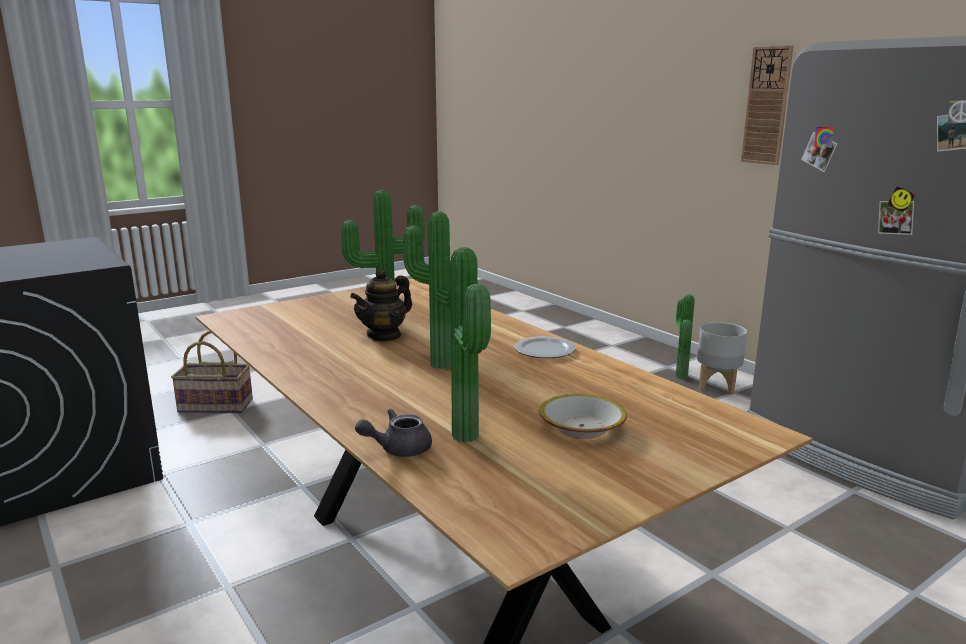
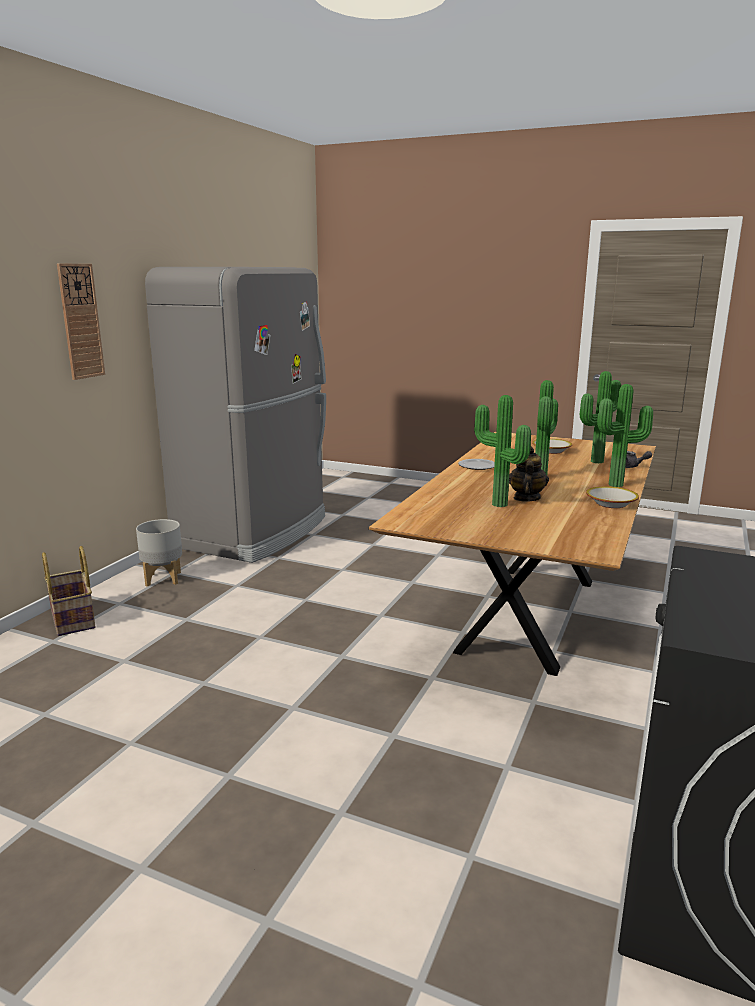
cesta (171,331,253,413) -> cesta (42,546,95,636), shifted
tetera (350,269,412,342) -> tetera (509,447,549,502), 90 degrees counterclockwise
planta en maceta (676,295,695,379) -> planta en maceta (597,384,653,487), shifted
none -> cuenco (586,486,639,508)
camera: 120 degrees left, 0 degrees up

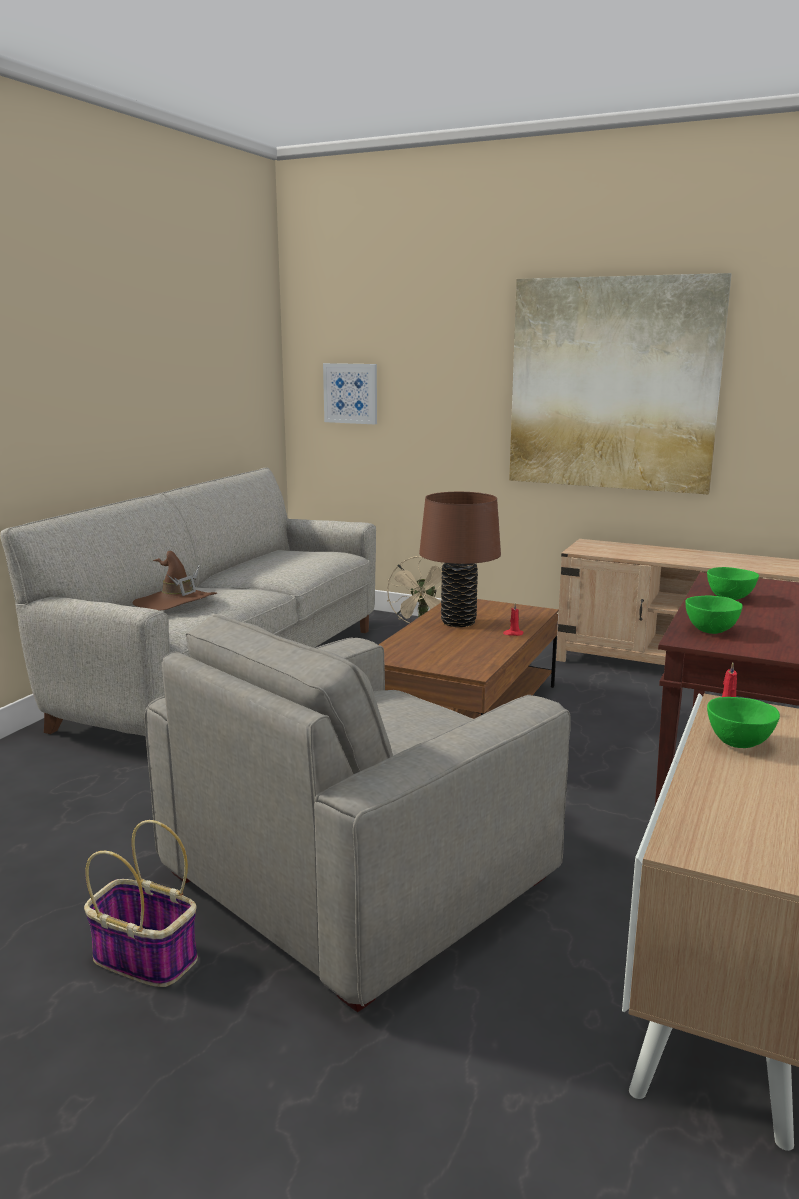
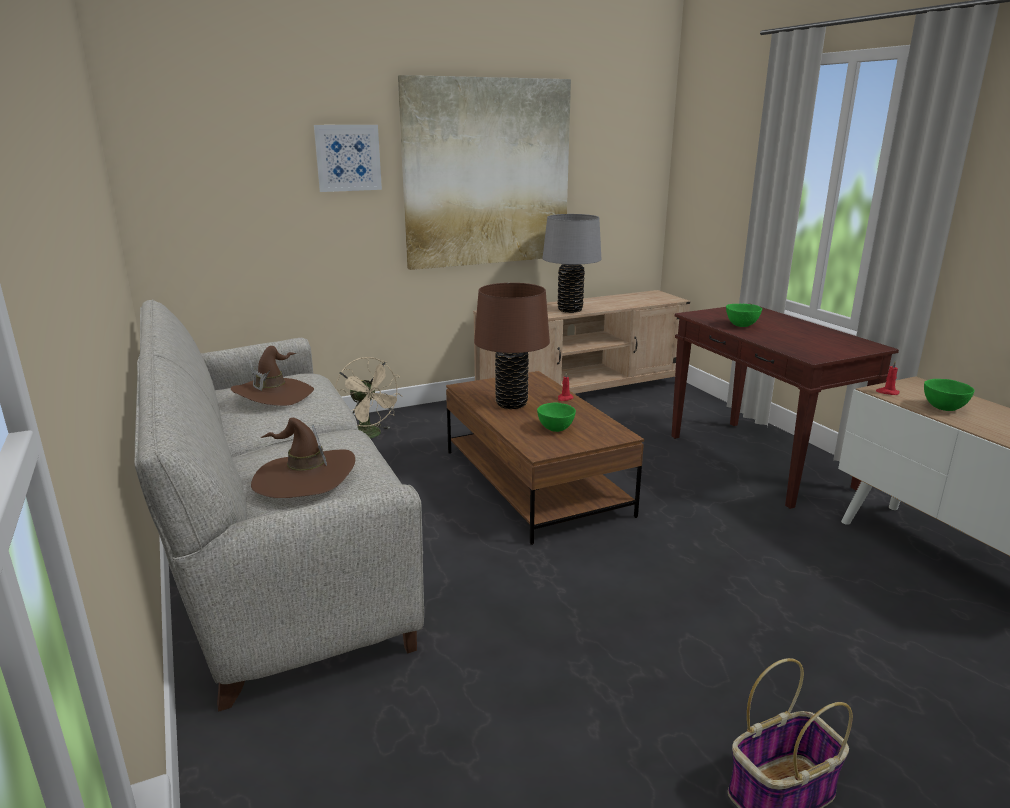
sillón (gris) (145,614,571,1012) -> none
cuadro (323,363,377,424) -> cuadro (314,125,382,192), shifted
cuenco (verde) (685,595,743,634) -> cuenco (verde) (537,403,576,432), shifted
none -> sombrero (marrón) (231,346,314,406)
none -> lámpara de mesa (gris) (542,214,602,313)
camera: 50 degrees left, 5 degrees up

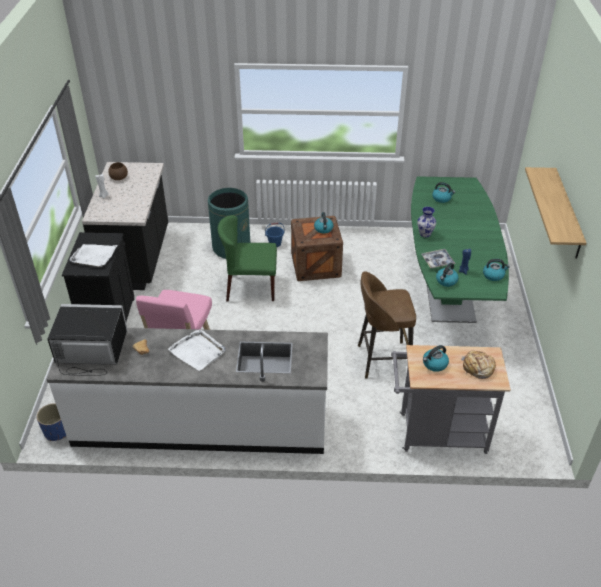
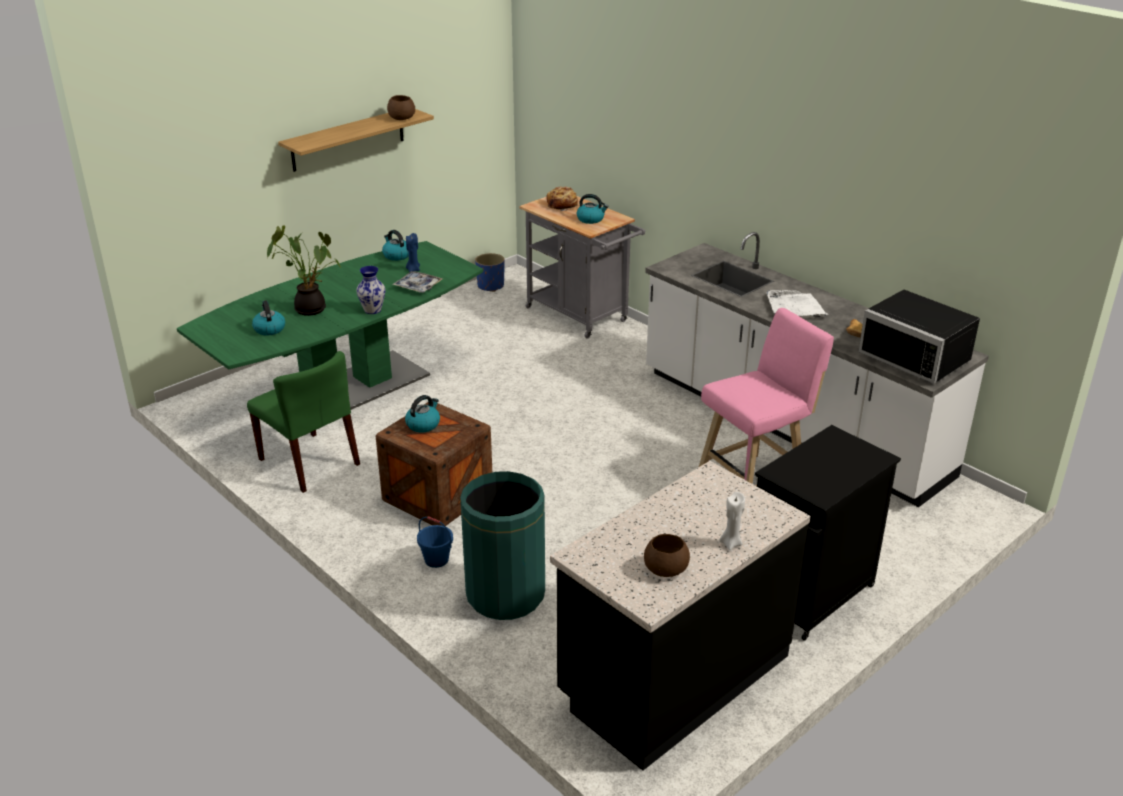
maceta (azul) (37,403,66,441) -> maceta (azul) (475,253,505,292), shifted
bandeja (blanco) (69,244,118,267) -> none
silla (verde) (218,215,277,301) -> silla (verde) (247,351,360,493), shifted
taburete (marrón) (358,271,416,379) -> none
hervidor (436,263,459,287) -> none
none -> planta en maceta (267,225,341,316)
none -> cuenco (marrón) (387,95,415,120)
camera: 135 degrees left, 10 degrees down

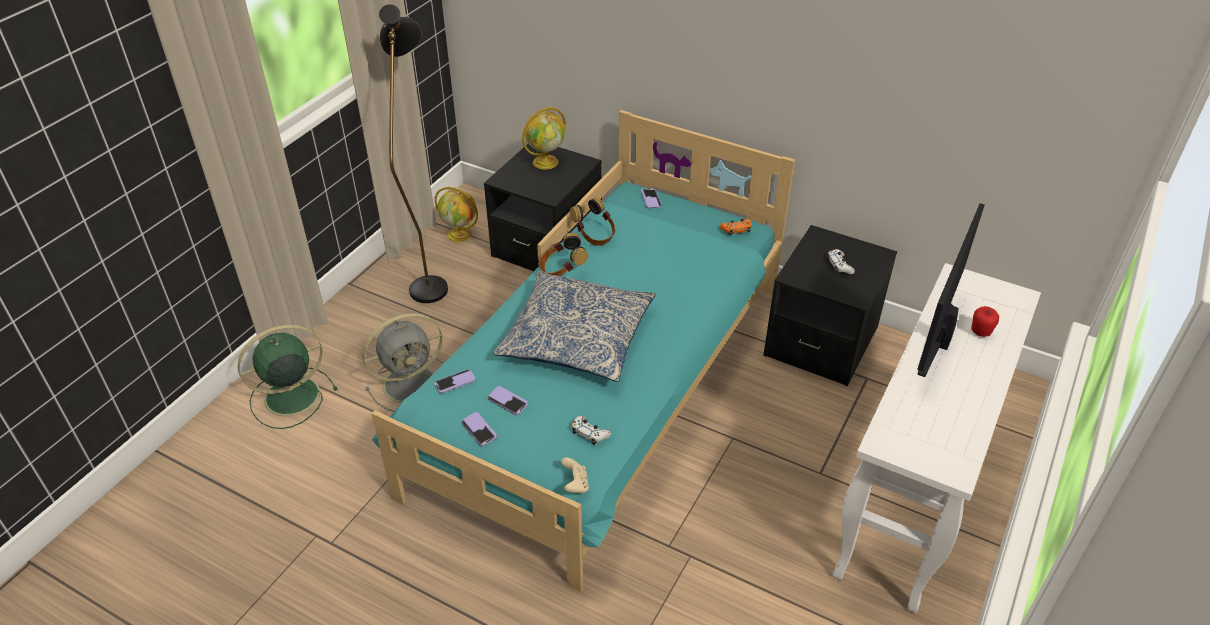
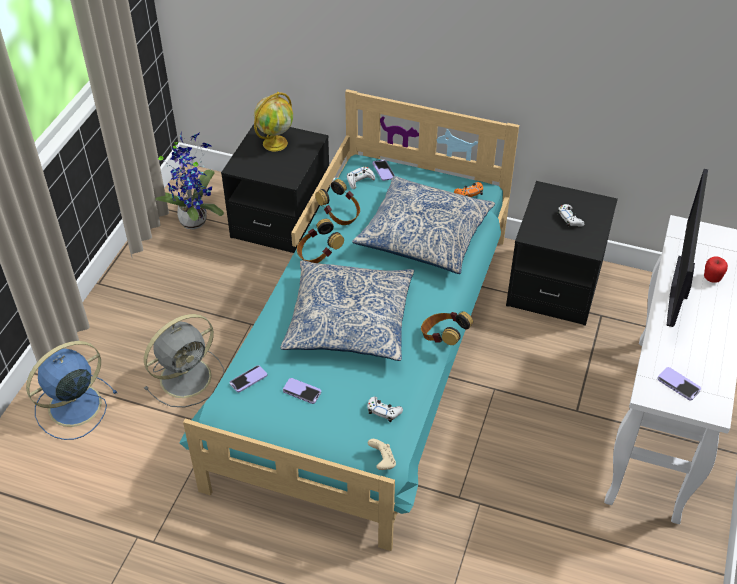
ventilador (verde) (238,325,338,429) -> ventilador (azul) (26,341,117,440)
lámpara de pie (negro) (379,4,448,303) -> none
globo terráqueo (435,187,478,242) -> planta en maceta (155,132,224,229)
móvil (461,412,497,447) -> móvil (657,367,701,401), shifted
none -> mando de consola (blanco) (347,167,375,189)
none -> cojín (352,176,495,274)
none -> auriculares (421,311,473,345)
camera: 10 degrees left, 5 degrees up

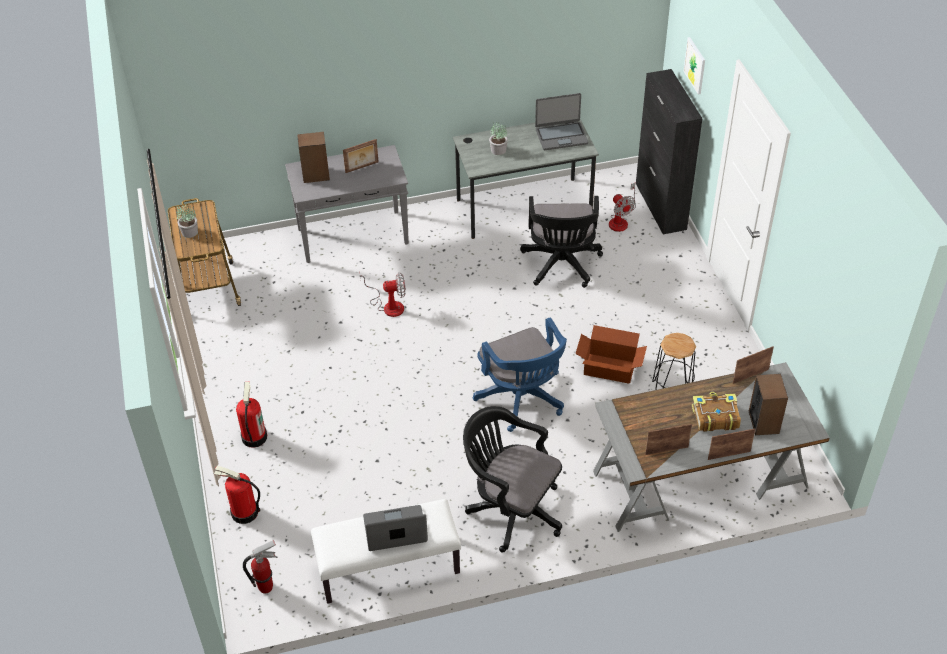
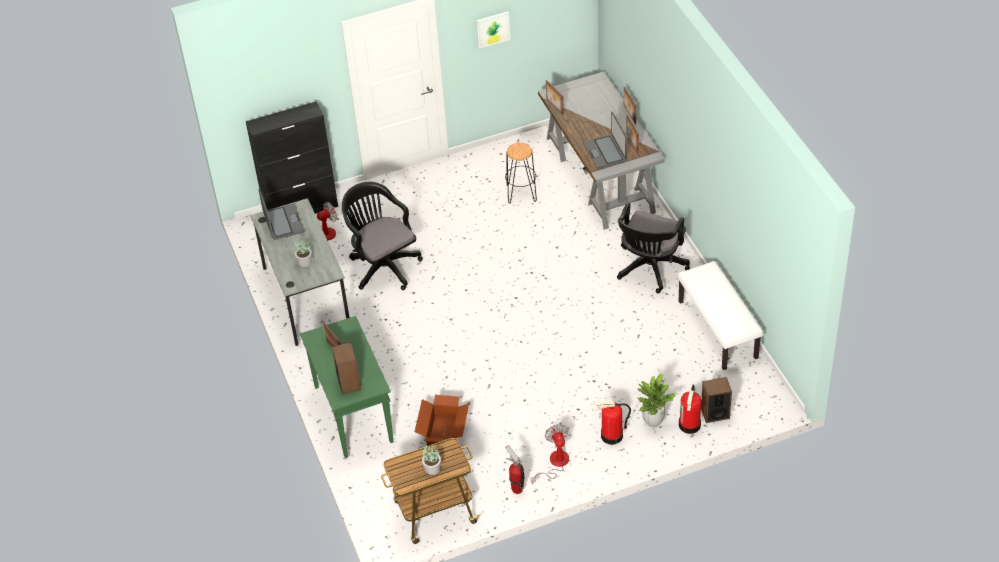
extintor (243,540,277,594) -> extintor (505,445,525,494), shifted
mesa consola (gris) (285,145,409,263) -> mesa consola (verde) (300,316,394,458)
ventilador (359,271,406,317) -> ventilador (531,424,569,485), shifted
portátil (363,505,428,551) -> portátil (583,112,627,169), shifted
silla de oficina (azul) (473,318,567,432) -> none
silla de oficina (negro) (520,196,603,288) -> silla de oficina (negro) (342,182,423,290), 120 degrees counterclockwise
caja de cartón (575,325,647,384) -> caja de cartón (415,395,469,446), shifted
cuadro (683,37,705,95) -> cuadro (476,12,510,48), shifted
libro (692,392,741,432) -> none
altavoz (749,374,788,435) -> altavoz (701,377,732,423), shifted
none -> planta en maceta (637,374,676,427)
camera: 95 degrees left, 0 degrees up

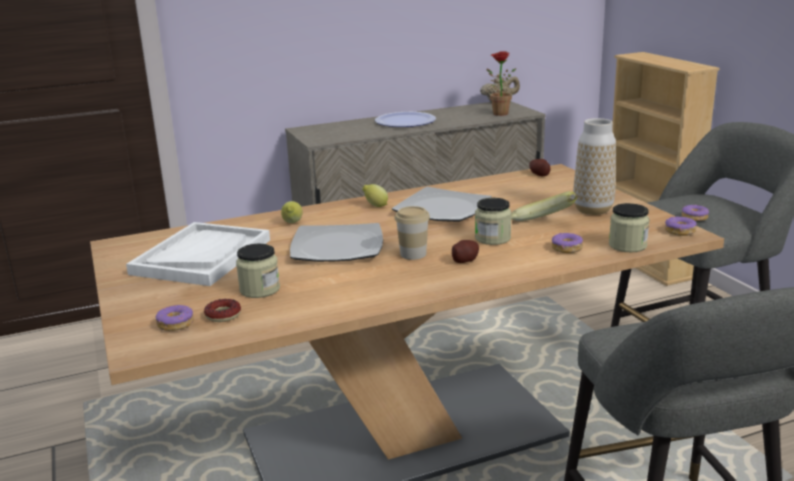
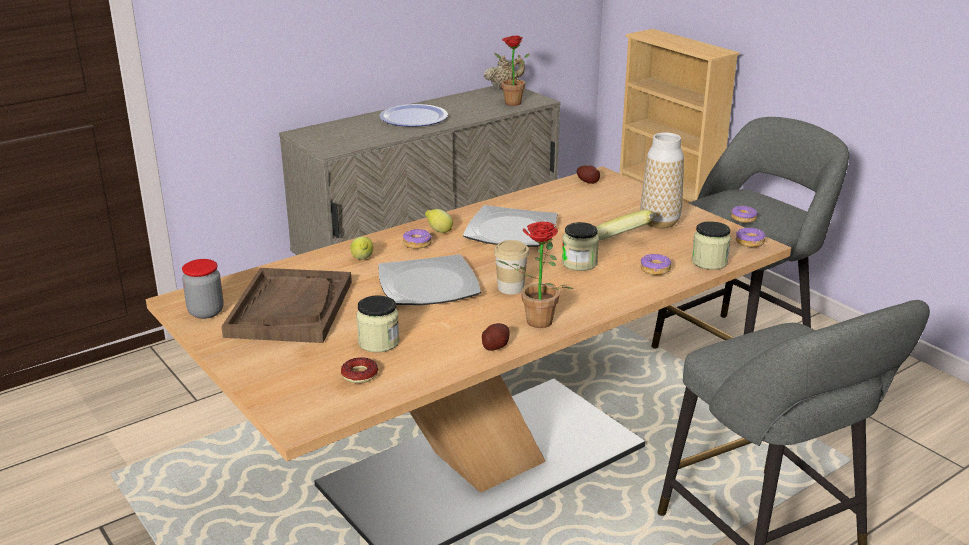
bandeja (blanco) (126,222,270,286) -> bandeja (marrón) (221,268,352,343)
rosquilla (155,305,194,331) -> rosquilla (403,229,432,249), shifted
patata (452,240,479,263) -> patata (482,323,510,351), shifted
none -> tarro (182,259,224,319)
none -> planta en maceta (497,221,573,328)
camera: 15 degrees left, 5 degrees up

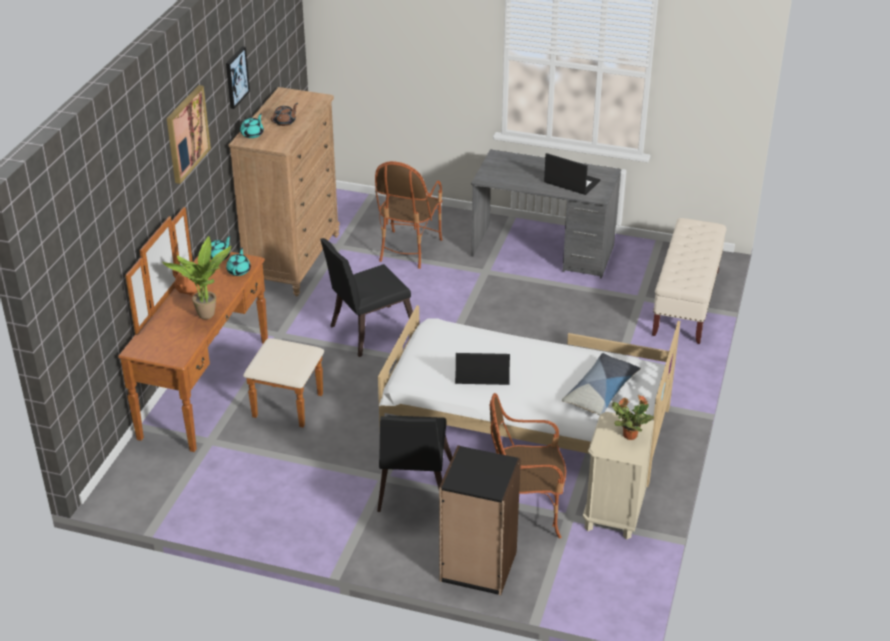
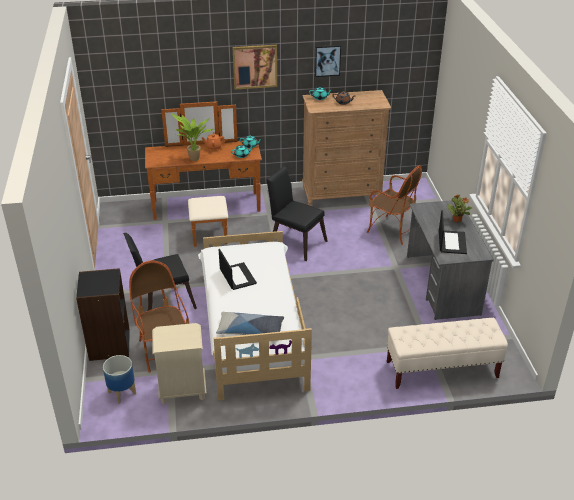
sillón (375,161,442,269) -> sillón (367,165,422,245), 135 degrees counterclockwise
planta en maceta (612,395,654,440) -> planta en maceta (447,194,472,222), shifted
none -> maceta (103,355,136,404)
camera: 65 degrees right, 0 degrees up

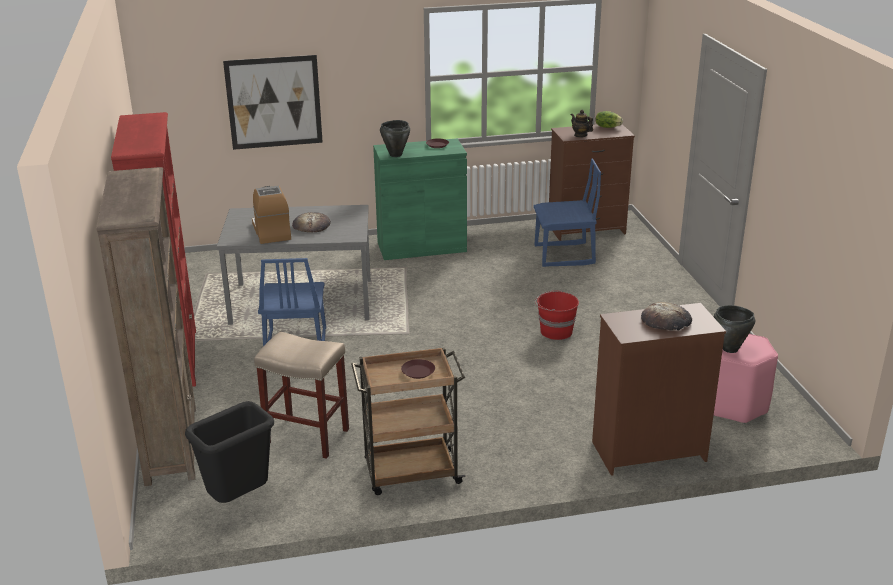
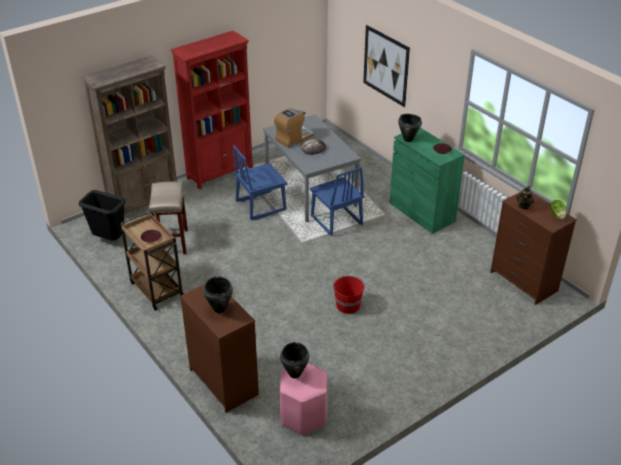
silla (azul) (534,159,601,267) -> silla (azul) (310,167,364,236), shifted
pan (641,302,692,331) -> olla (negro) (203,276,233,313)
camera: 65 degrees right, 10 degrees up

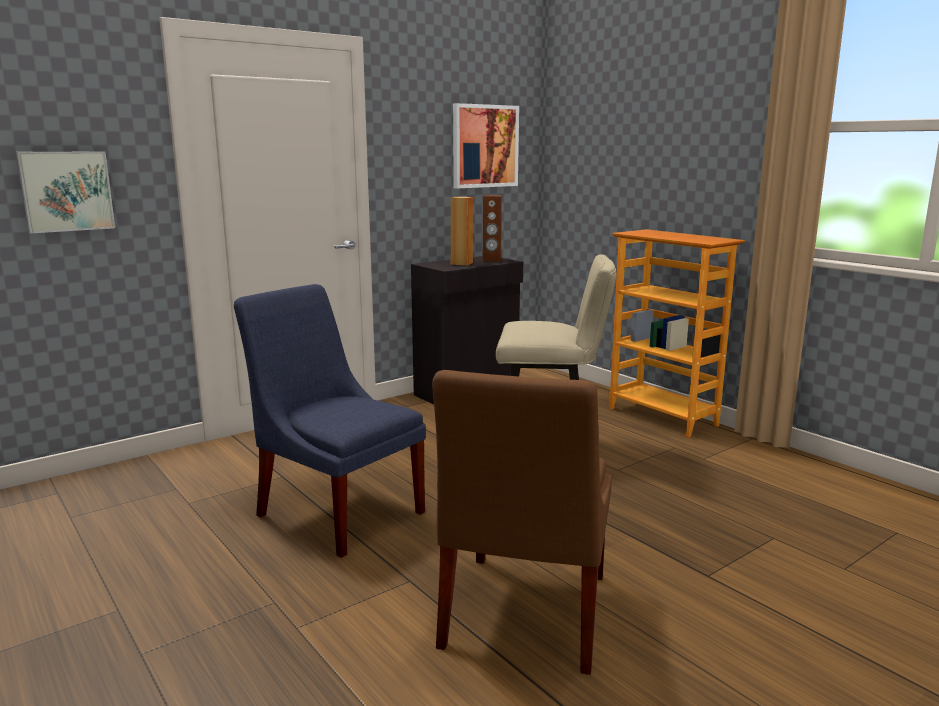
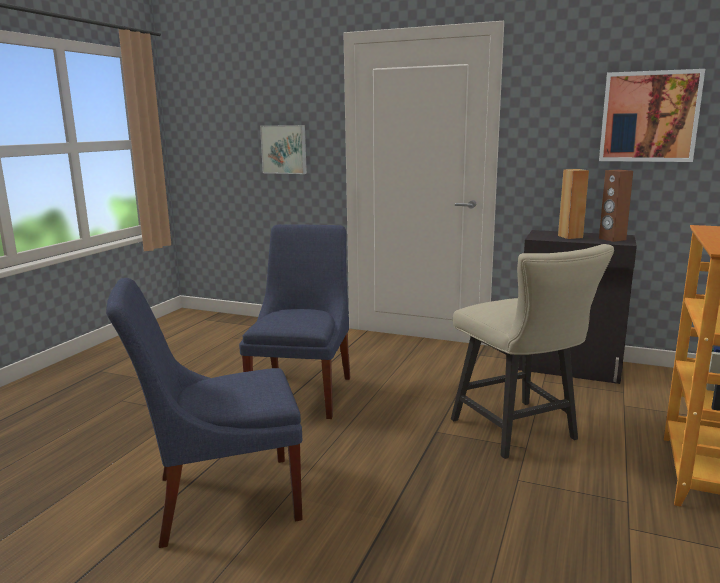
silla (marrón) (432,370,612,675) -> silla (azul) (106,278,303,548)
camera: 60 degrees right, 0 degrees up

